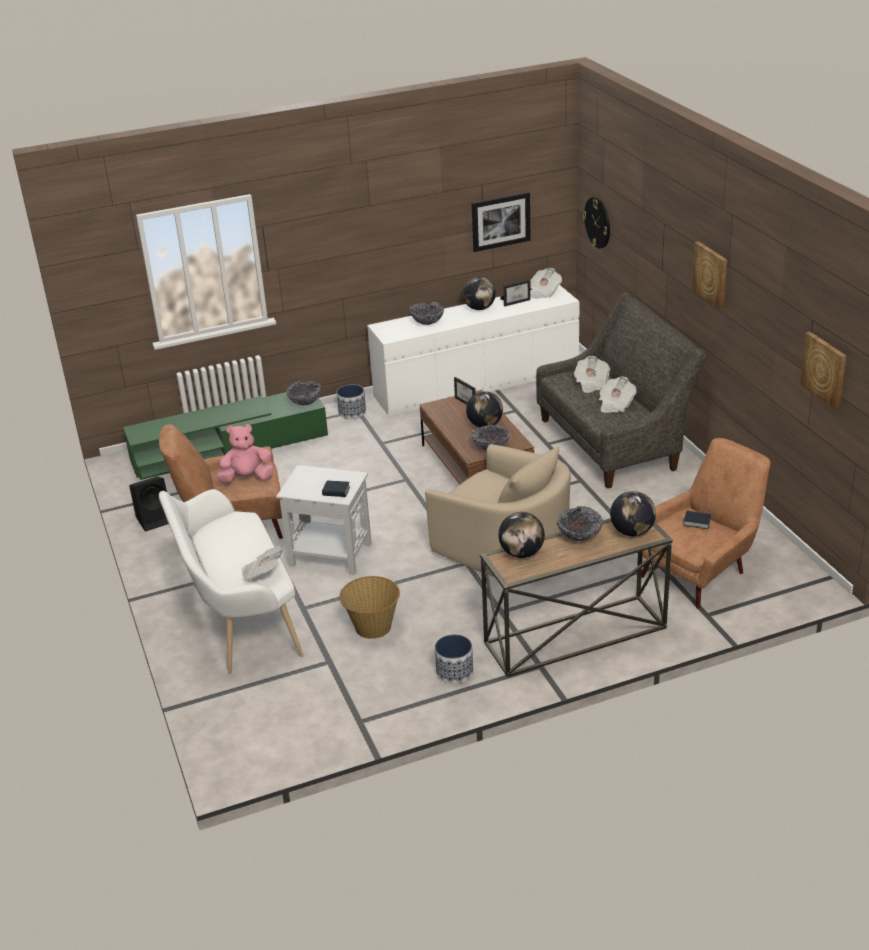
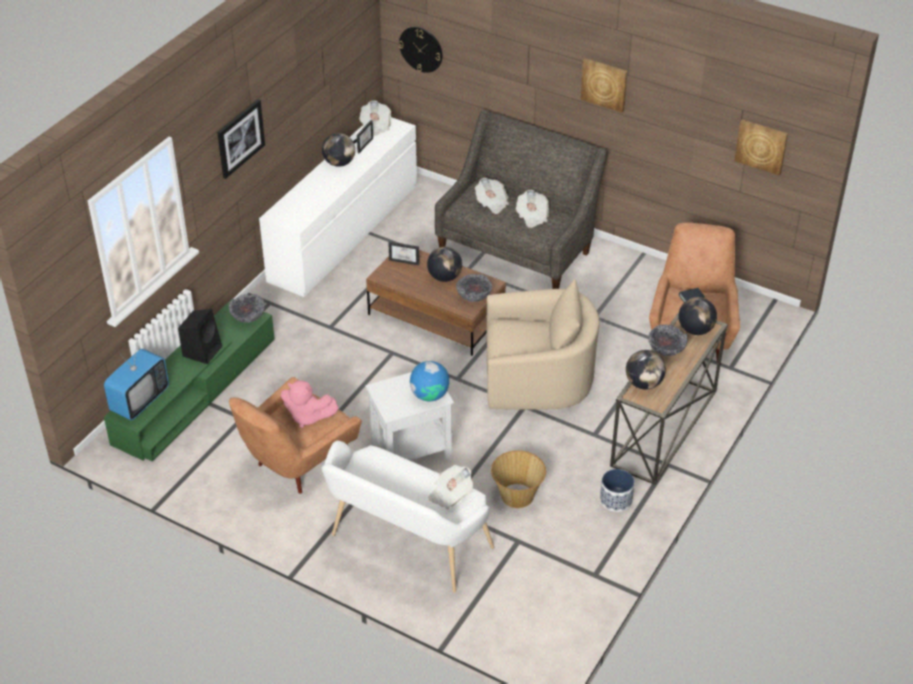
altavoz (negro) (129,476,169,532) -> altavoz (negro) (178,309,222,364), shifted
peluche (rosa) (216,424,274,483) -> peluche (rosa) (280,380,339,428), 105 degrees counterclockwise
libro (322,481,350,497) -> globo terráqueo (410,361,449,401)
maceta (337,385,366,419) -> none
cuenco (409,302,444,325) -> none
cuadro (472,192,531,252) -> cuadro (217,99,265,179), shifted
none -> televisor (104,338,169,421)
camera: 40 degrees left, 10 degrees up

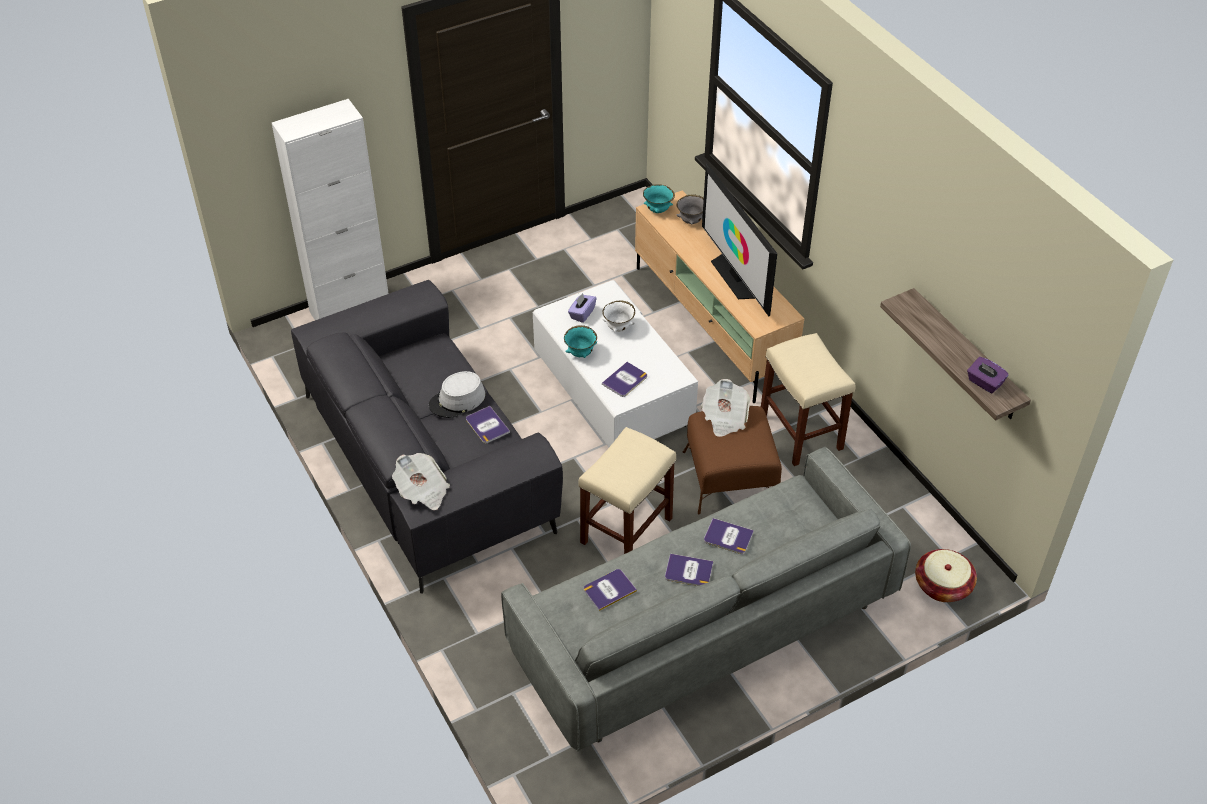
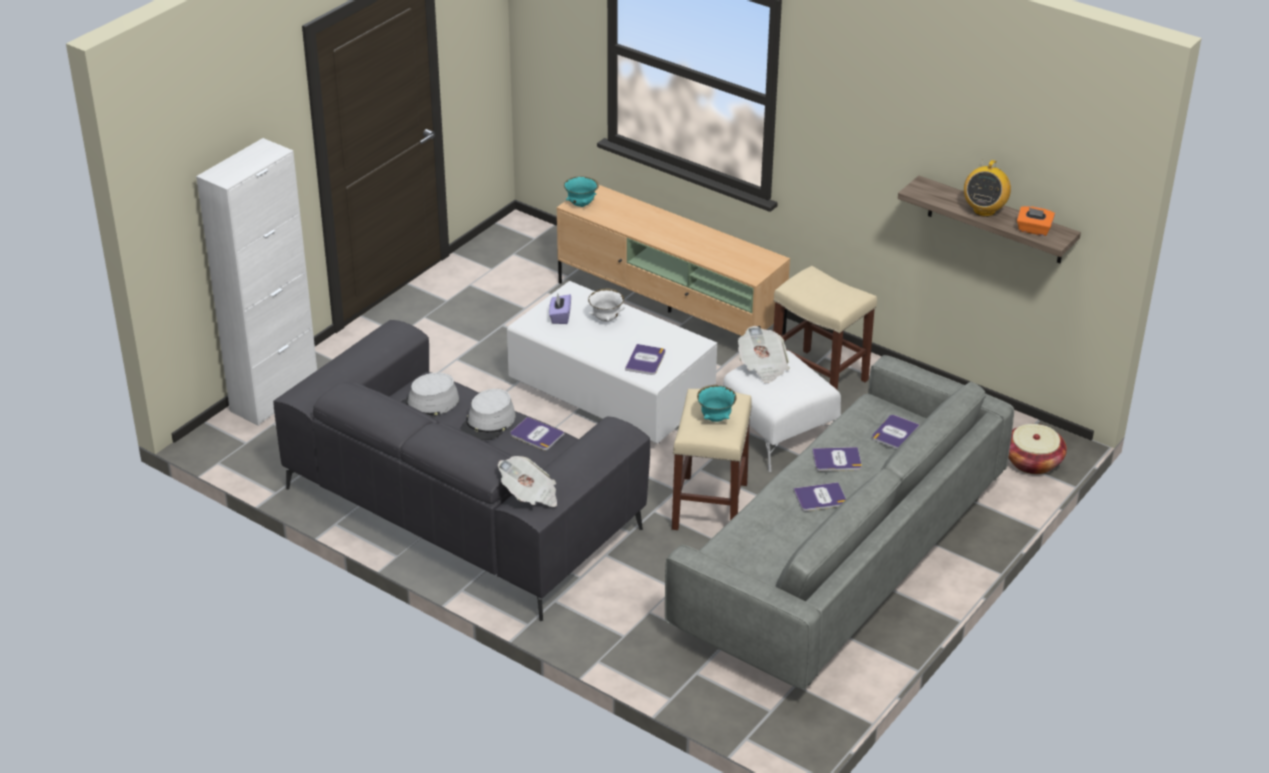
cuenco (turquesa) (564,325,597,358) -> cuenco (turquesa) (697,385,737,422), shifted
libro (584,569,637,611) -> libro (872,415,920,449), shifted
cuenco (gris) (676,195,704,224) -> none
puf (marrón) (683,406,782,514) -> puf (blanco) (723,351,841,472)
televisor (702,164,777,316) -> none
caja de pañuelos (morado) (967,357,1009,393) -> caja de pañuelos (naranja) (1017,206,1055,236)
none -> sombrero (gris) (401,373,459,418)
none -> radio (964,160,1011,217)
camera: 25 degrees left, 10 degrees down

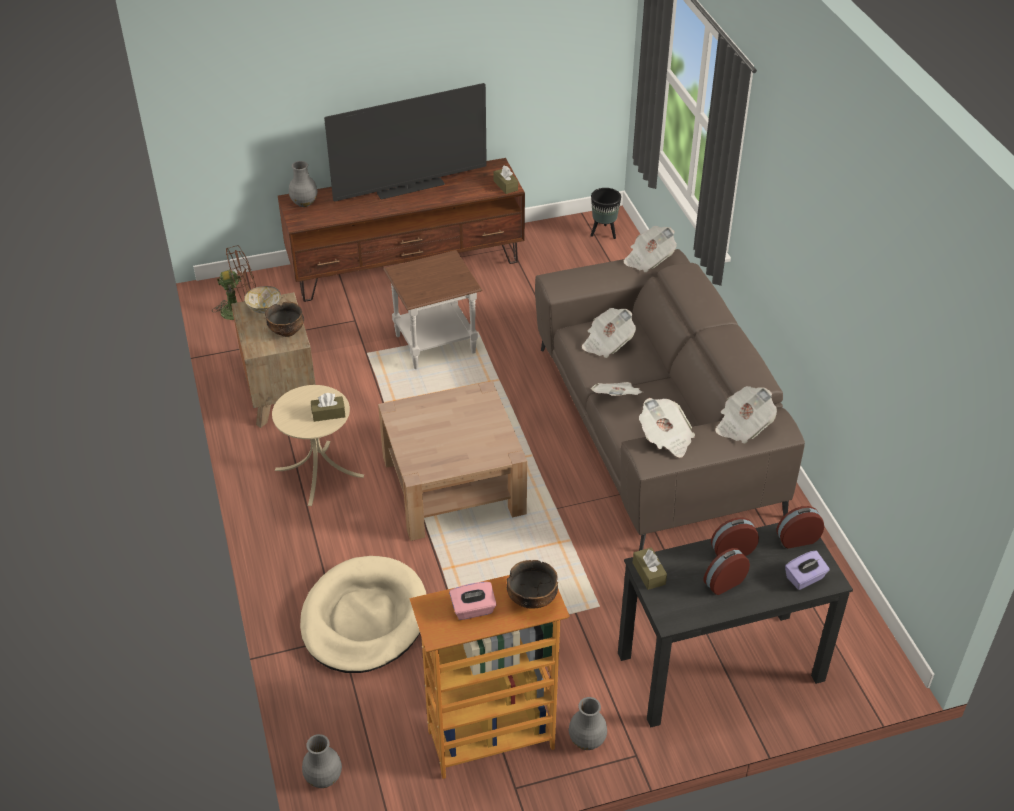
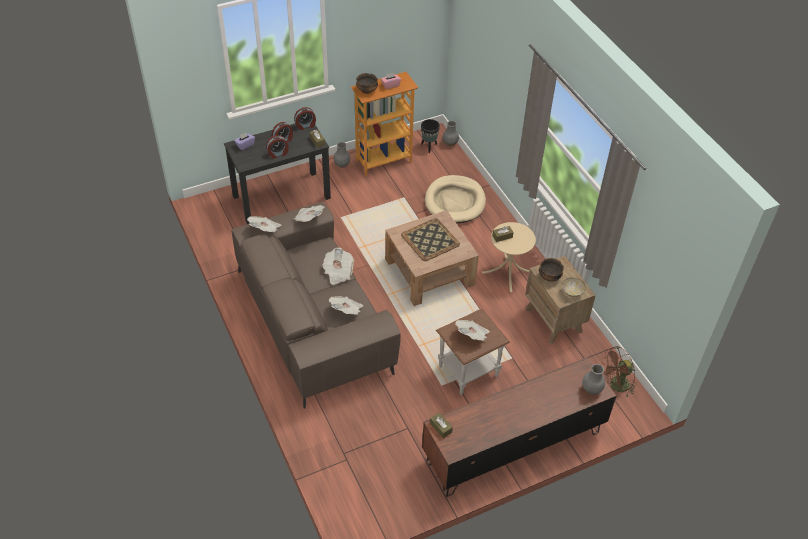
televisor (324,83,487,202) -> none
maceta (negro) (590,188,621,239) -> maceta (negro) (421,119,440,153), shifted
periódico (624,226,677,272) -> periódico (455,320,490,341), shifted
despertador (776,506,824,548) -> despertador (294,107,316,130), shifted
none -> bandeja (401,218,460,261)
camera: 170 degrees right, 5 degrees up

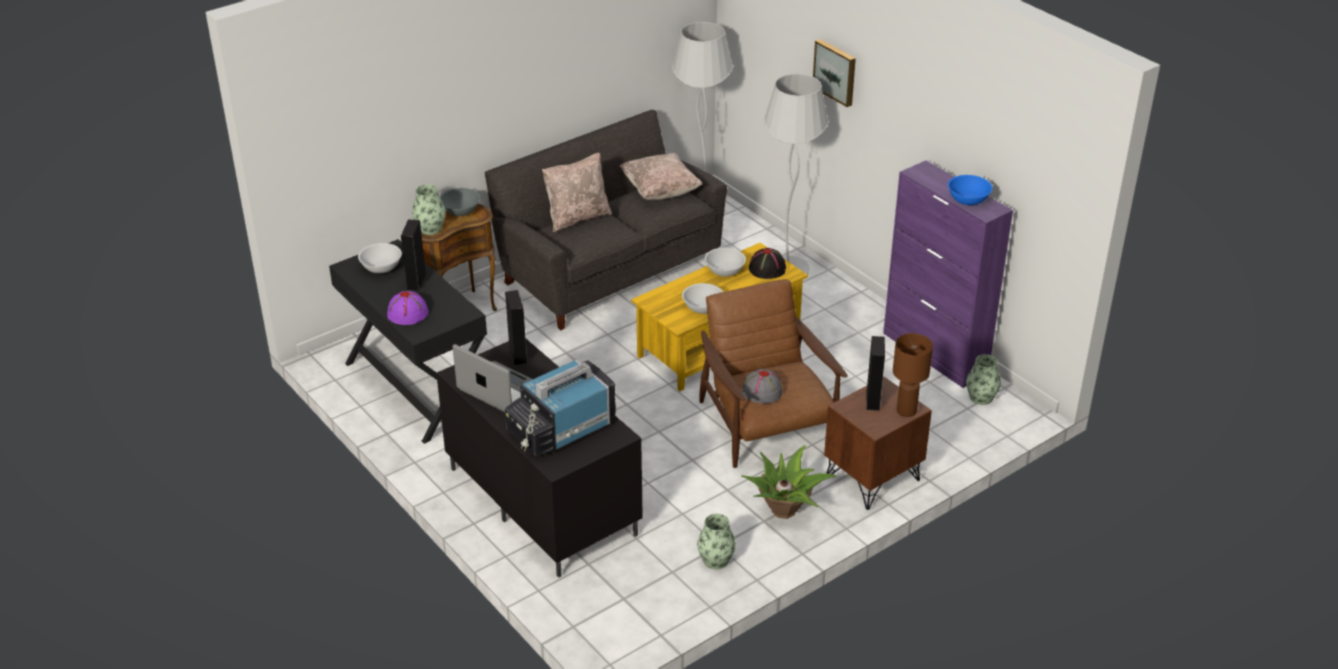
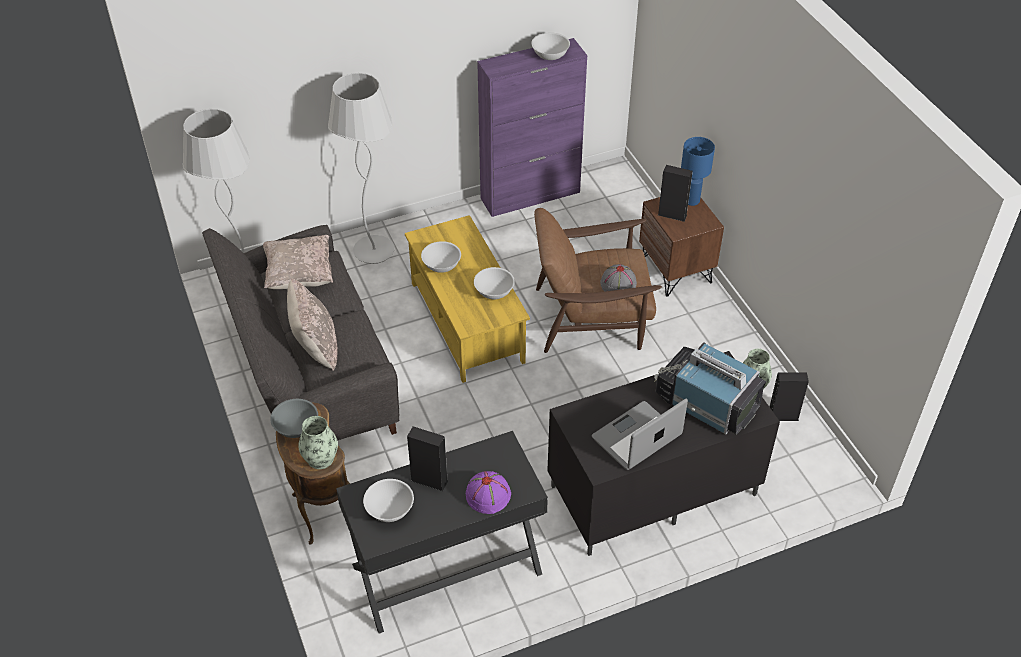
altavoz (negro) (505,290,528,365) -> altavoz (negro) (770,372,809,421), shifted
televisor (505,359,616,455) -> televisor (654,342,766,435), 150 degrees clockwise
planta en maceta (741,445,836,519) -> none
sombrero (negro) (749,248,786,279) -> none
cuadro (813,39,856,107) -> none
lámpara de mesa (marrón) (893,333,933,417) -> lámpara de mesa (azul) (681,137,715,206)
cuenco (azul) (948,175,993,205) -> cuenco (blanco) (531,33,570,60)
florero (966,354,1001,405) -> none
camera: 75 degrees left, 10 degrees up

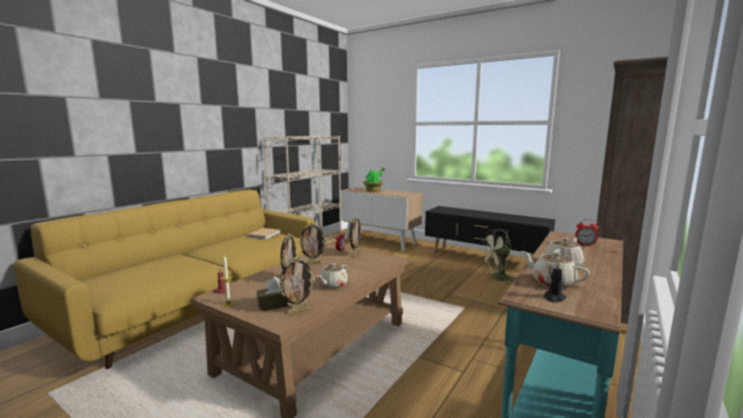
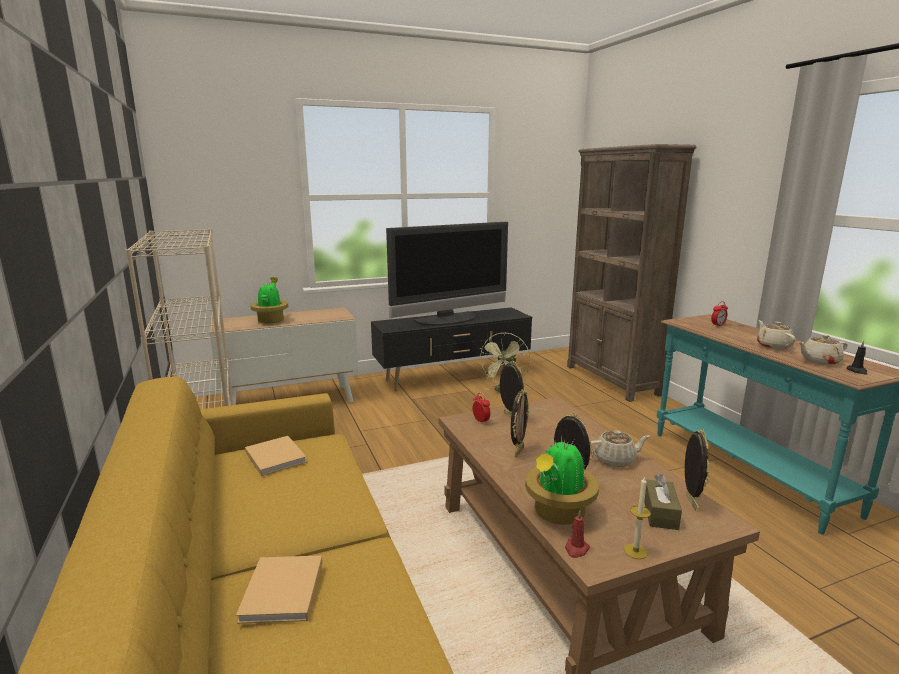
tetera (beis) (317,263,348,289) -> tetera (beis) (590,430,650,467), 75 degrees counterclockwise
none -> libro (beis) (236,555,323,624)
none -> televisor (386,222,508,326)
none -> planta en maceta (525,436,599,525)
camera: 55 degrees left, 5 degrees up

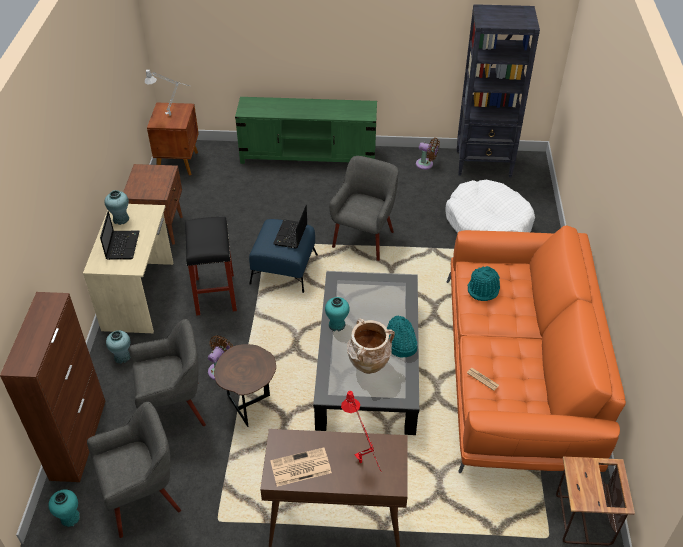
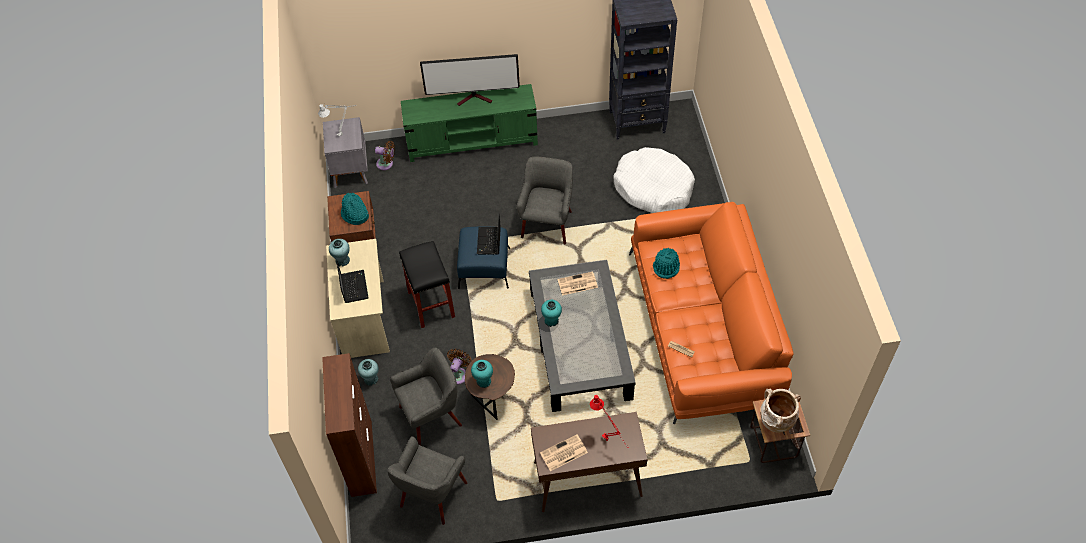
florero (turquesa) (48,489,80,527) -> florero (turquesa) (471,360,493,388), shifted
sillón (gris) (87,402,181,538) -> sillón (gris) (388,436,467,525), 150 degrees clockwise
mesita de noche (marrón) (147,103,199,176) -> mesita de noche (gris) (323,117,368,188)
florero (beis) (347,318,395,374) -> florero (beis) (760,389,801,433), shifted
sombrero (turquesa) (387,316,418,358) -> sombrero (turquesa) (341,193,369,225), shifted
ventilador (marrón) (416,138,440,170) -> ventilador (marrón) (375,141,395,170), shifted
none -> televisor (420,54,520,106)
none -> periódico (558,272,598,296)
camera: 10 degrees left, 10 degrees up

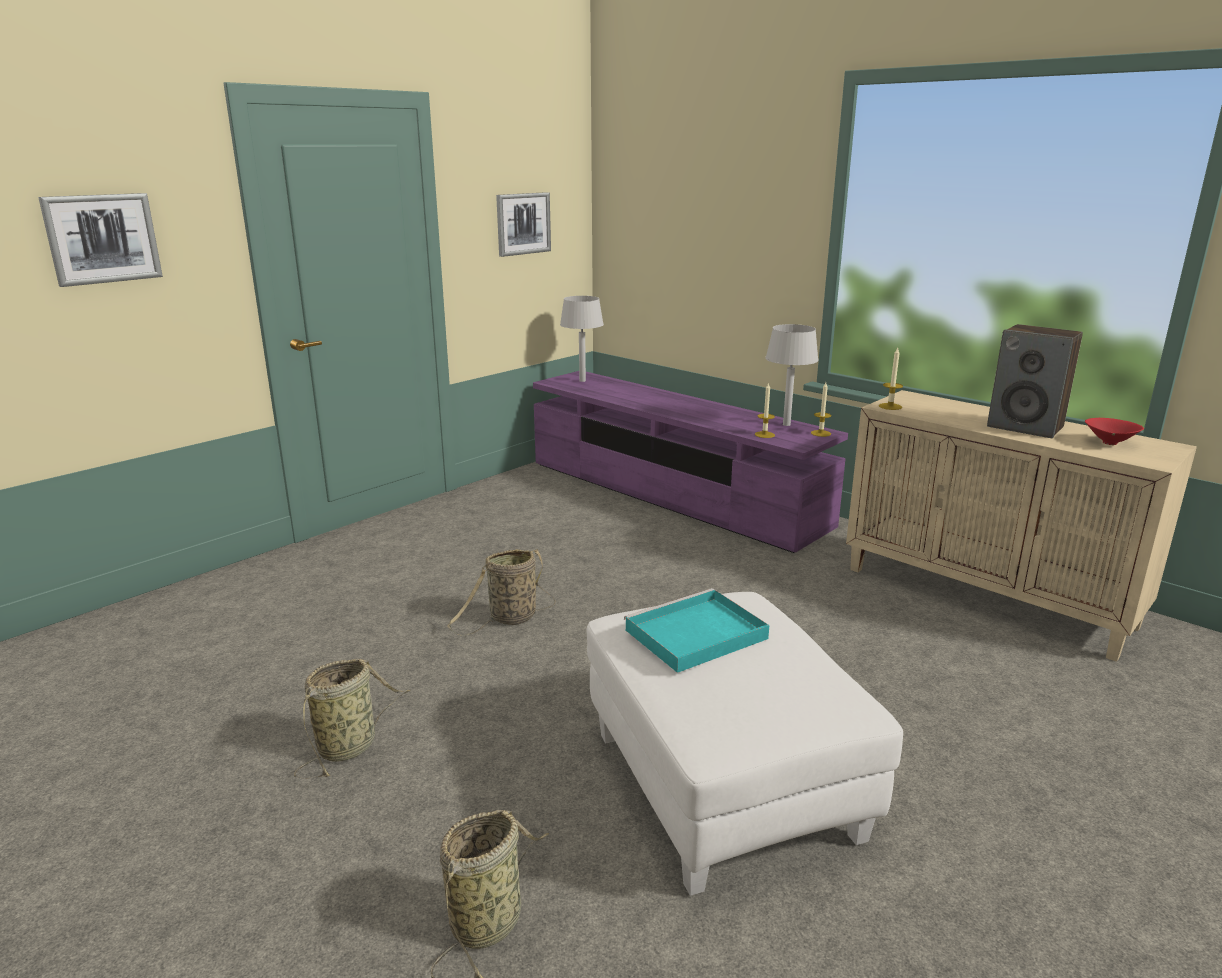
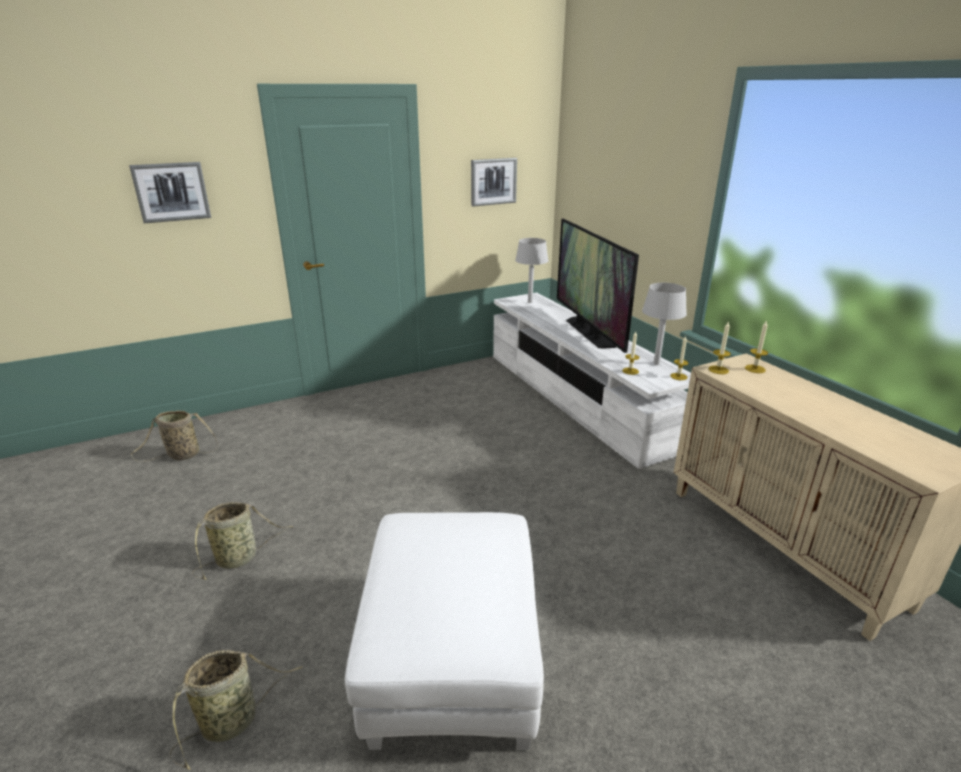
cesta (447,549,556,636) -> cesta (131,411,218,462), shifted
mueble de televisión (morado) (533,371,848,553) -> mueble de televisión (blanco) (493,292,691,469)
bandeja (turquesa) (624,588,769,673) -> none
altavoz (987,324,1083,438) -> none
cuenco (rojo) (1085,418,1144,445) -> none
none -> televisor (557,218,639,353)
none -> vela (745,320,768,373)
camera: 20 degrees right, 5 degrees up

